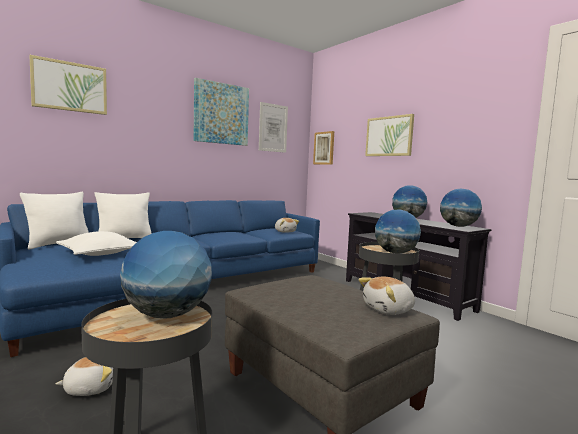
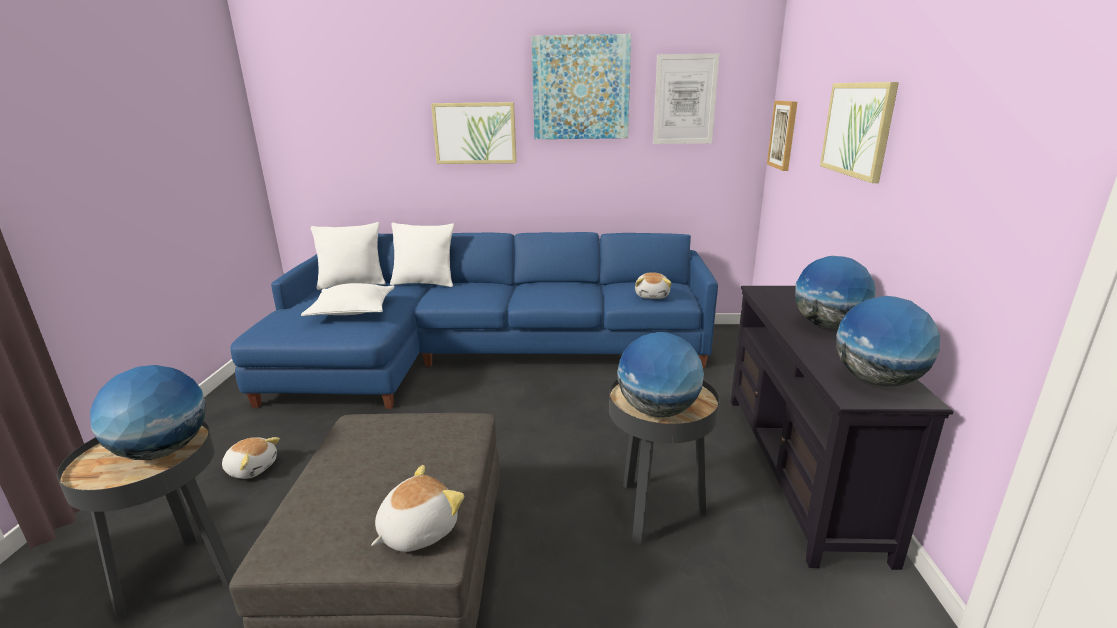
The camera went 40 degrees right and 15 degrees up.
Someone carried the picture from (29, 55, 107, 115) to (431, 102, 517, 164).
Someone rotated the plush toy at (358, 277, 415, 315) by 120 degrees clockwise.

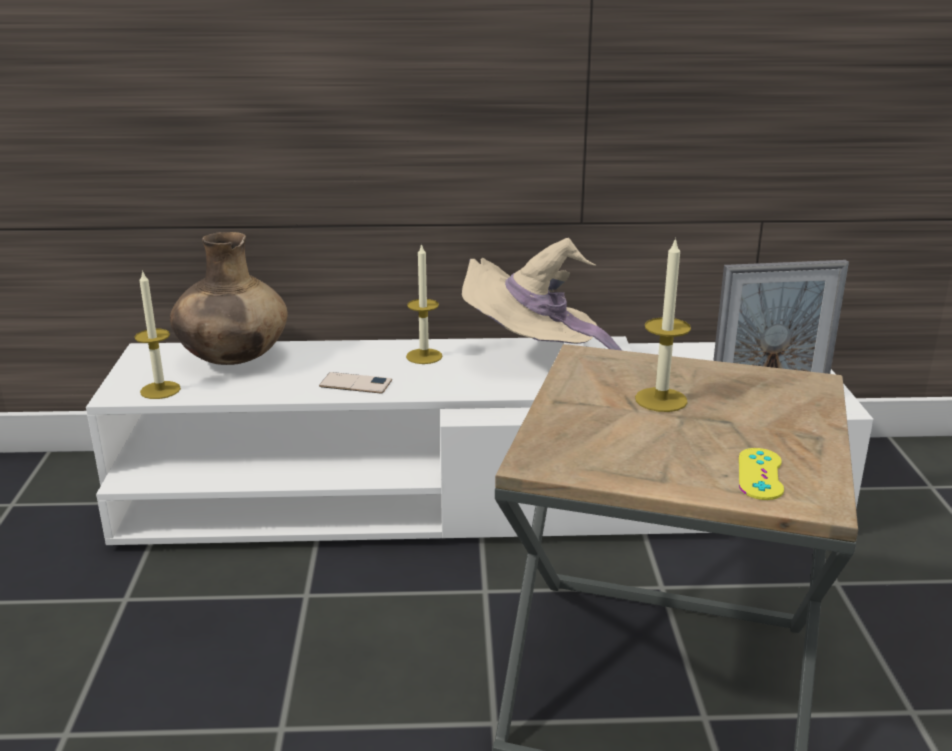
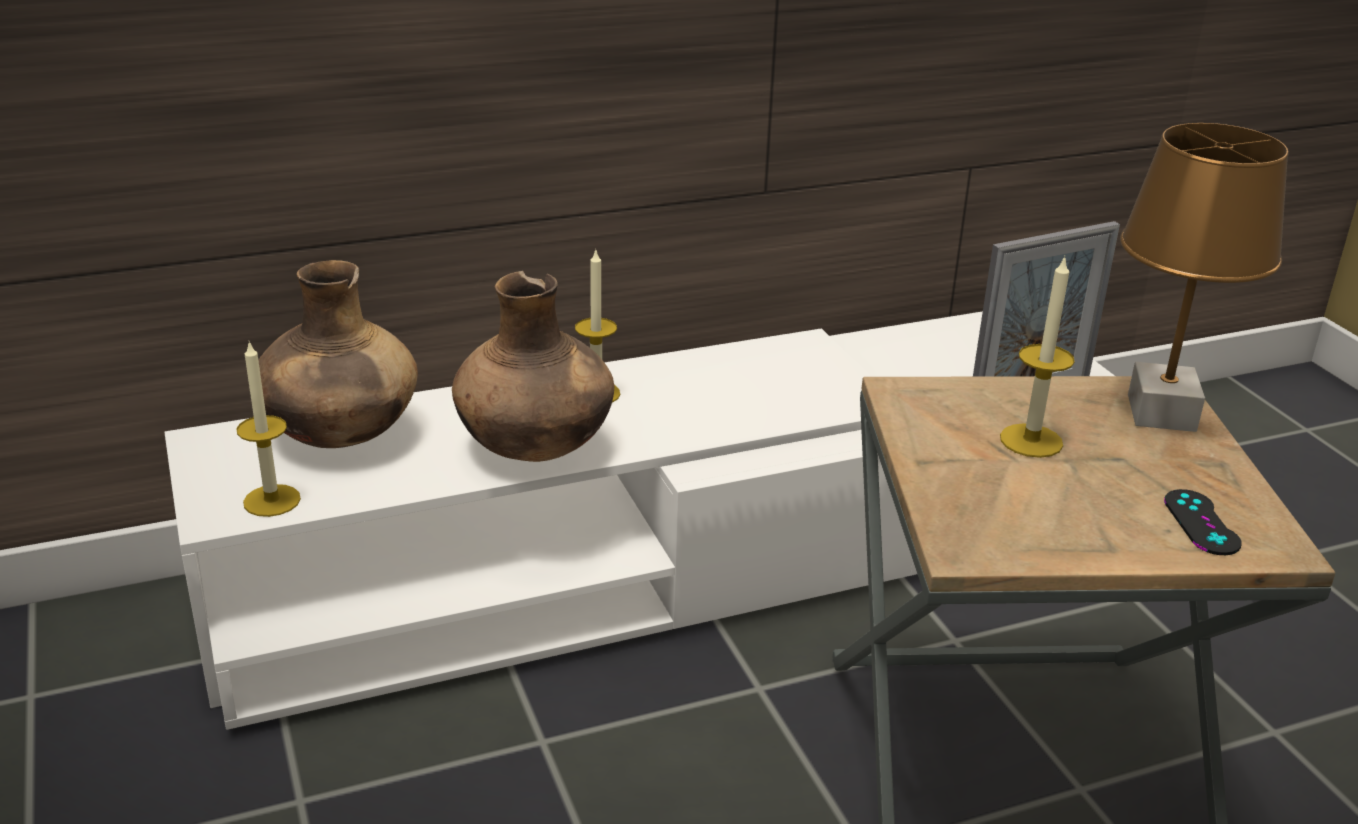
The camera went 20 degrees left and 5 degrees up.
Someone took away the beige hat at (462, 238, 622, 351).
Someone put down the brown table lamp at (1120, 123, 1289, 432).
Someone swapped the phone at (319, 372, 392, 394) for the brown vase at (452, 271, 614, 462).
Someone repainted the yellow game controller at (739, 448, 784, 500), which became the black game controller at (1164, 489, 1242, 555).

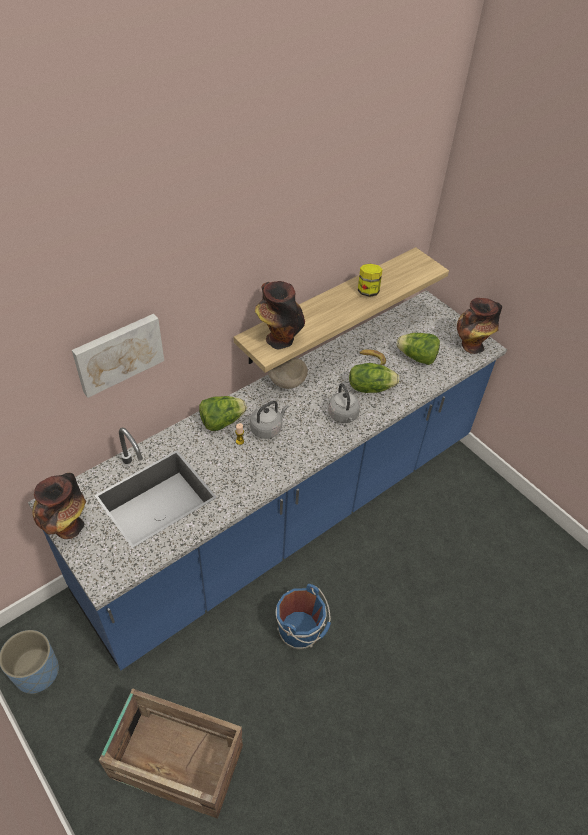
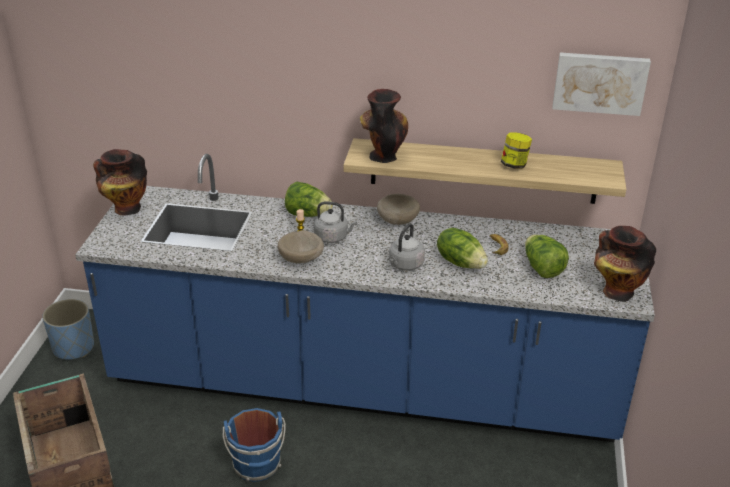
The camera went 50 degrees right and 15 degrees down.
Someone put down the beige bowl at (278, 230, 324, 263).
Someone carried the picture from (72, 314, 164, 398) to (552, 52, 651, 116).

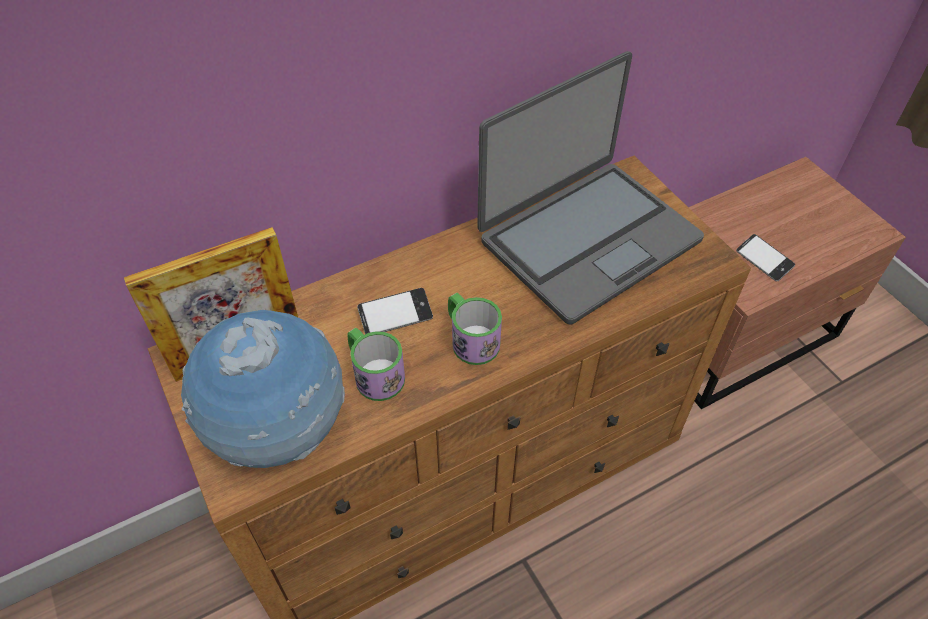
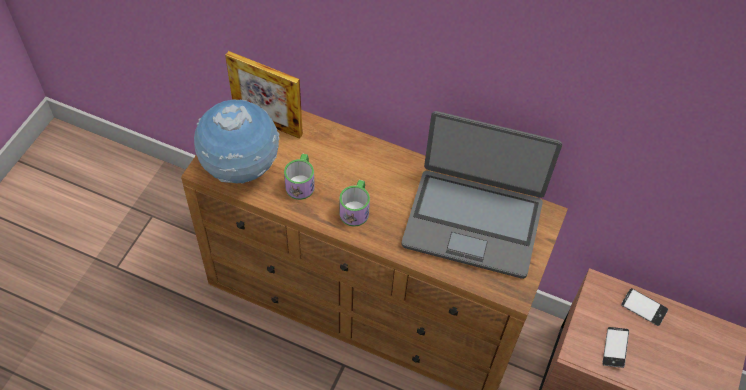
The camera went 50 degrees right and 5 degrees up.
Someone carried the phone from (357, 288, 433, 334) to (621, 288, 668, 326).

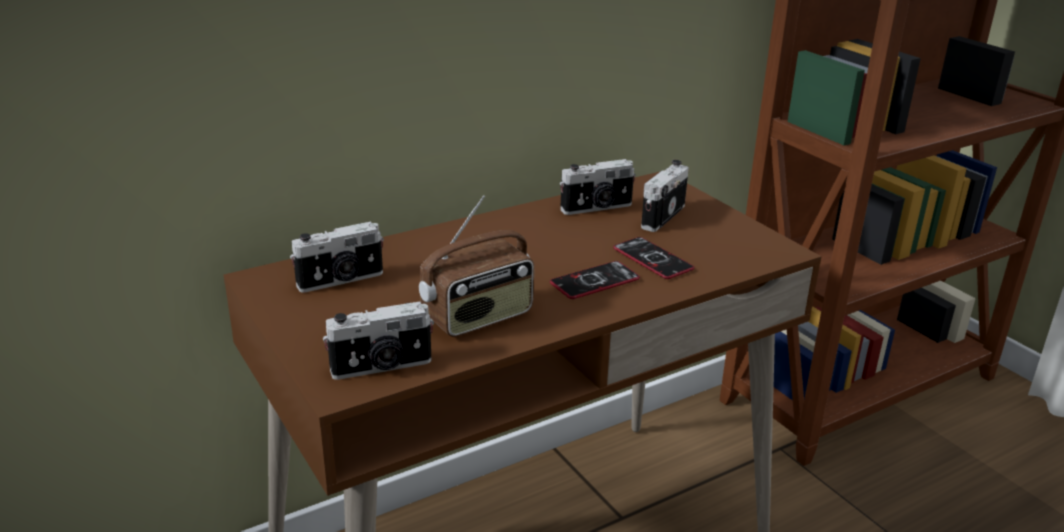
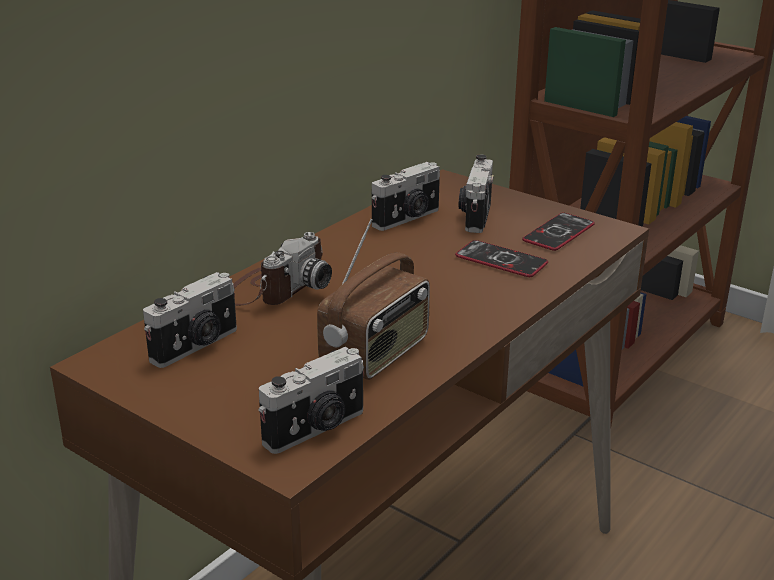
The camera went 20 degrees left and 0 degrees up.
Someone put down the photo camera at (233, 232, 332, 305).
Someone carried the phone from (550, 261, 640, 299) to (522, 213, 595, 251).

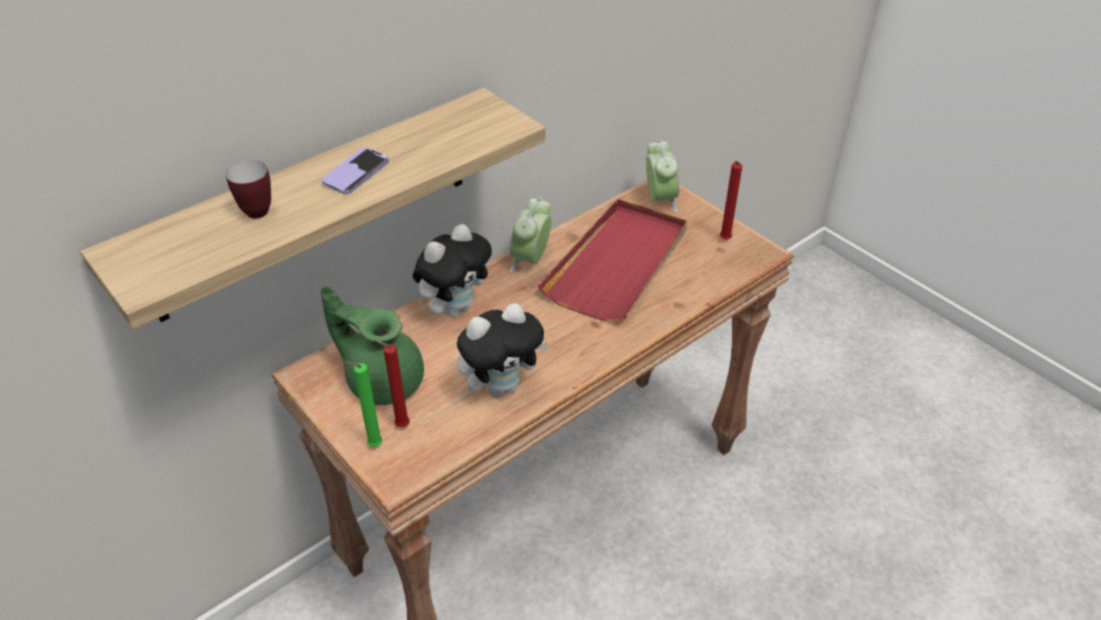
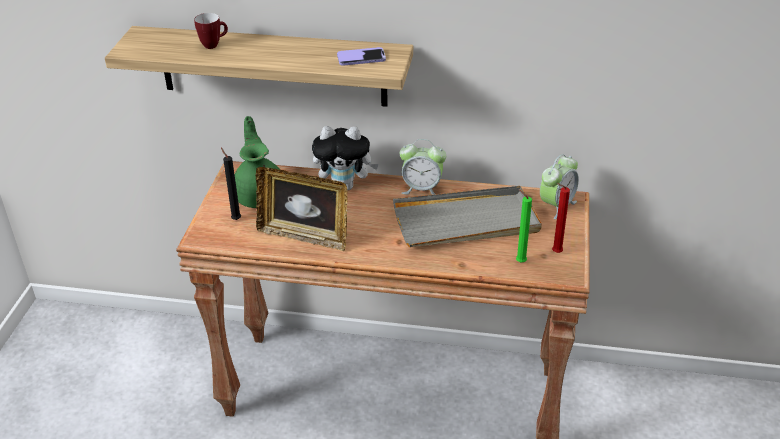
The camera went 50 degrees right and 5 degrees down.
Someone carried the phone from (322, 147, 389, 194) to (337, 47, 386, 66).
Someone carried the green candle from (344, 362, 383, 447) to (516, 189, 532, 263).
Someone swapped the plush toy at (457, 303, 548, 398) for the picture frame at (255, 167, 348, 251).
Someone repainted the red candle at (374, 340, 410, 428), which became the black candle at (221, 148, 241, 220).
Someone repainted the red tray at (538, 199, 687, 322), which became the grey tray at (393, 186, 542, 247).
Someone rotated the alarm clock at (509, 197, 551, 273) by 150 degrees counterclockwise.

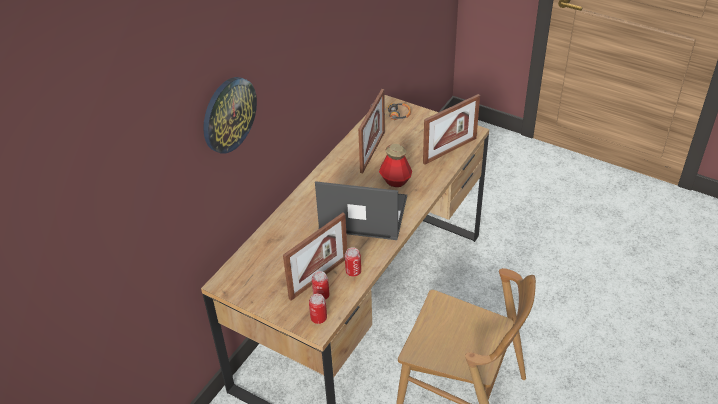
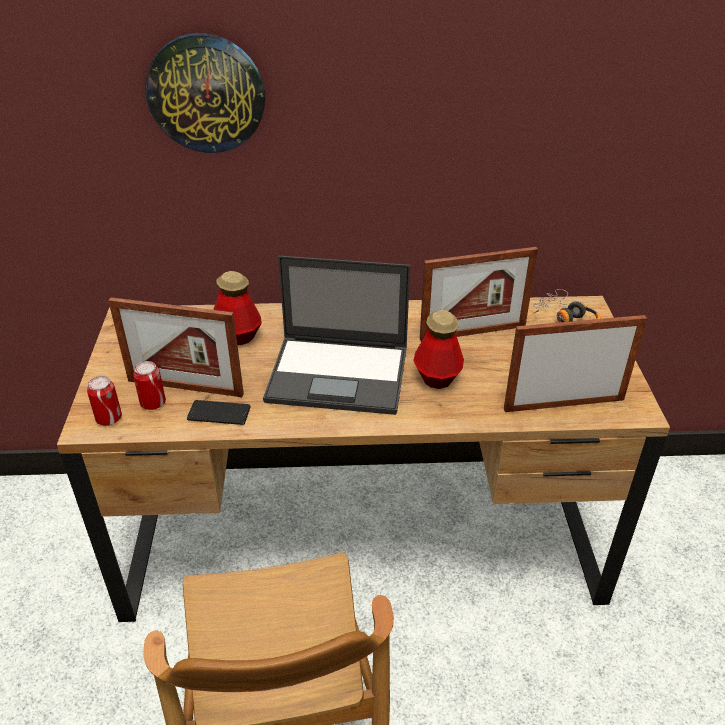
The camera went 55 degrees right and 5 degrees down.
Someone put down the bottle at (213, 271, 262, 345).
Someone swapped the can at (345, 247, 361, 277) for the phone at (187, 400, 250, 425).
Someone rotated the laptop at (315, 181, 407, 240) by 120 degrees clockwise.
Someone rotated the picture frame at (423, 94, 480, 165) by 150 degrees clockwise.

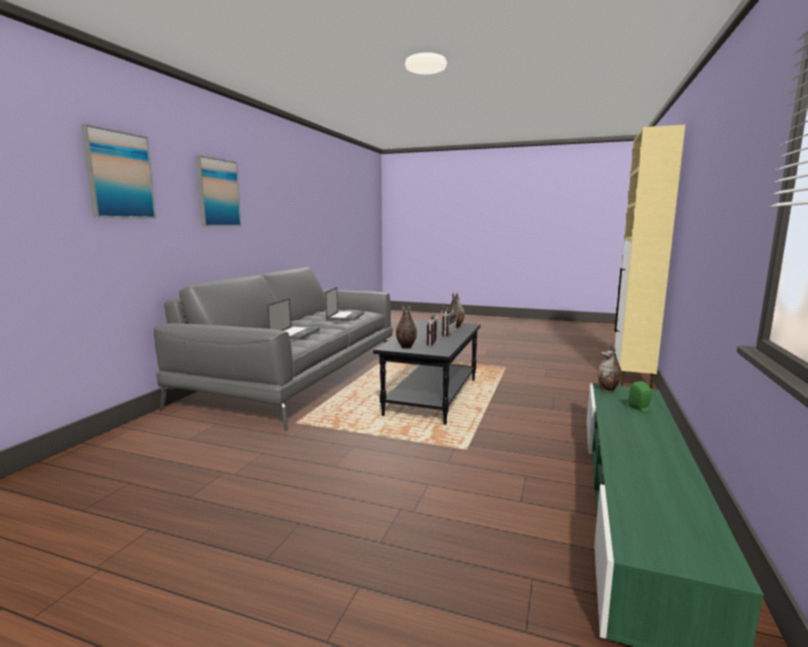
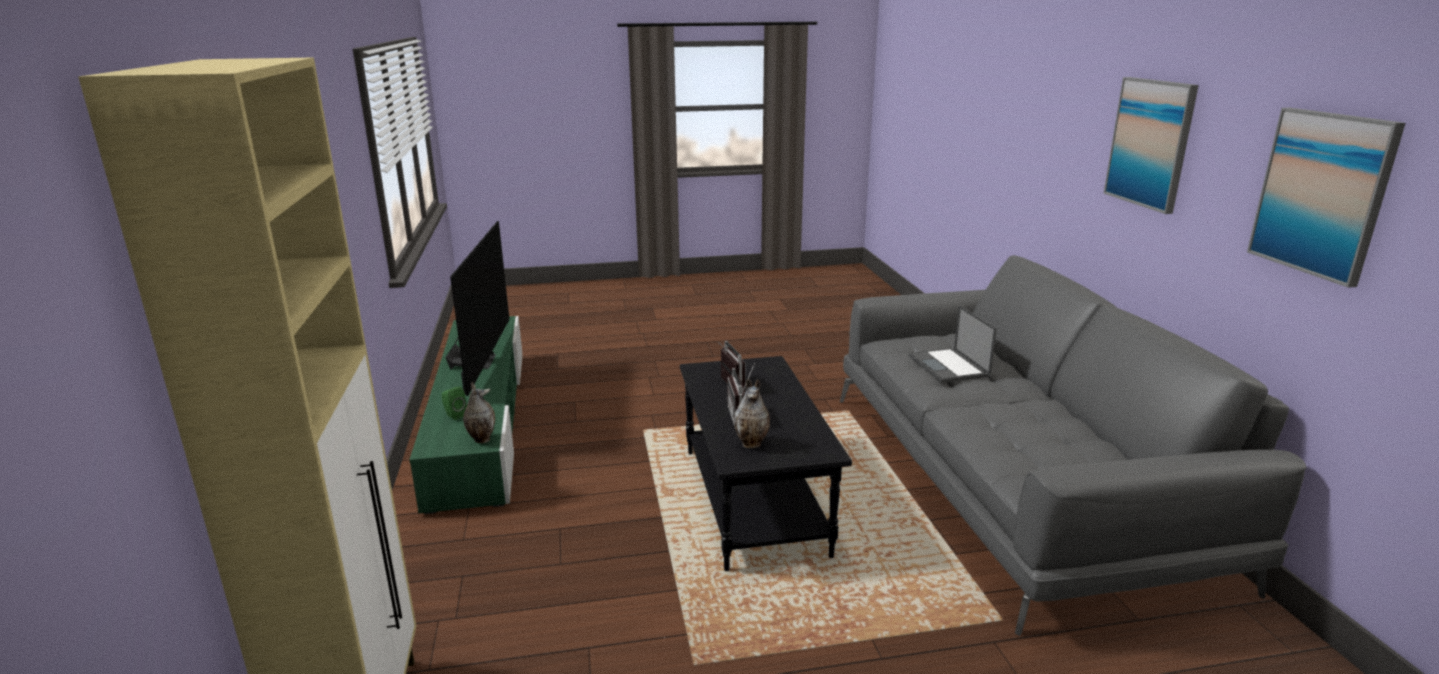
The camera went 150 degrees right and 10 degrees up.
Someone took away the laptop at (325, 287, 364, 321).
Someone took away the vase at (396, 306, 417, 349).
Someone put down the television at (445, 221, 509, 396).
Someone carried the picture from (81, 124, 156, 219) to (1247, 108, 1406, 288).

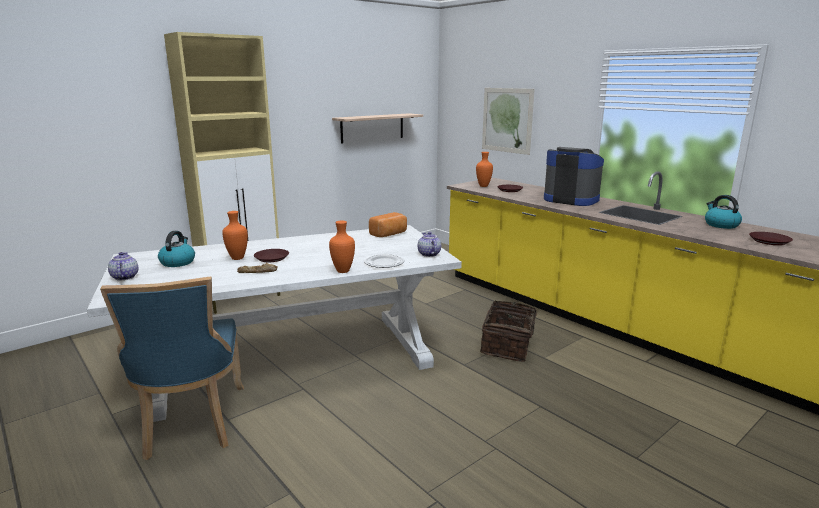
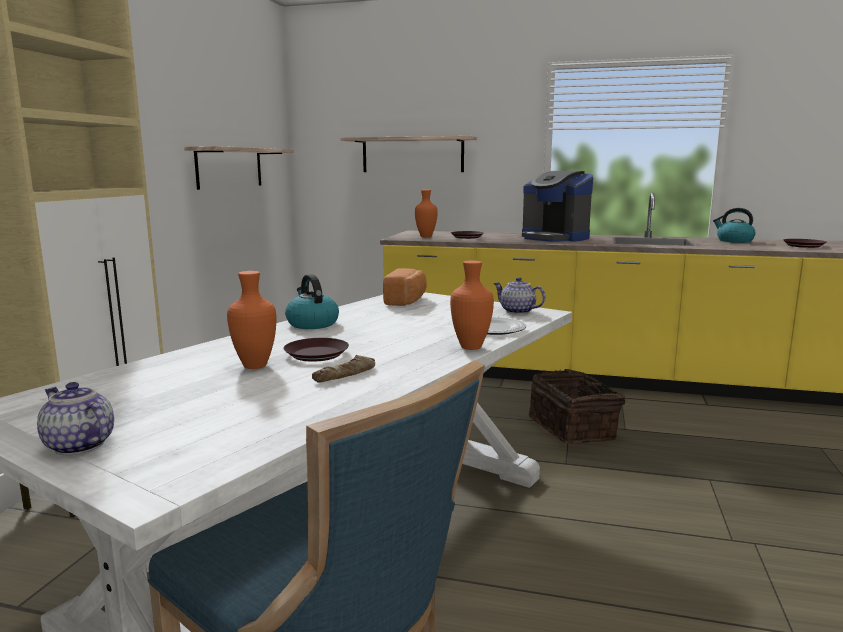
The camera went 35 degrees left and 5 degrees down.
Someone carried the kettle from (158, 231, 195, 267) to (285, 274, 339, 329).
Someone swapped the picture at (482, 88, 535, 155) for the shelf at (340, 136, 477, 172).
Someone rotated the coffee machine at (544, 147, 604, 206) by 135 degrees counterclockwise.

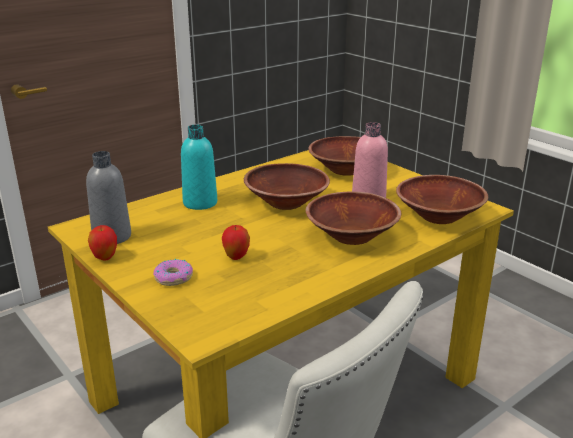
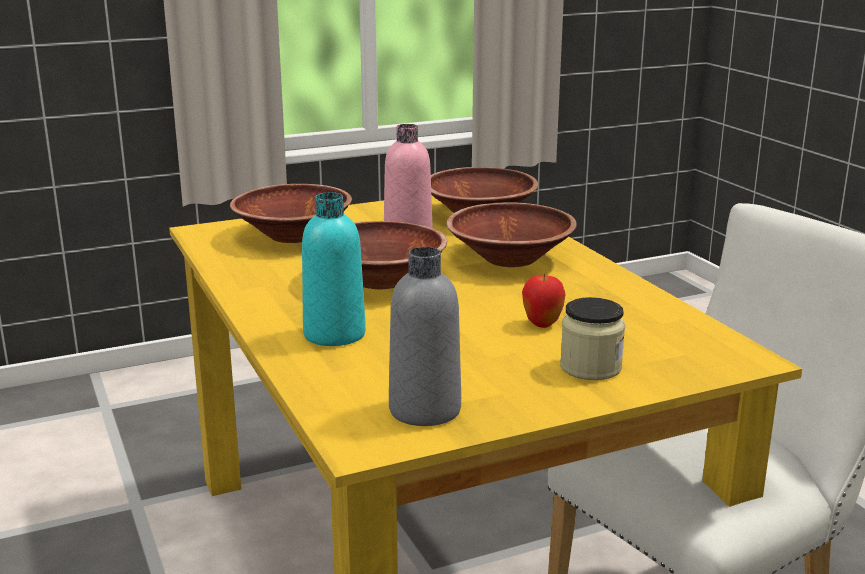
The camera went 75 degrees left and 5 degrees down.
Someone took away the apple at (88, 225, 117, 260).
Someone swapped the donut at (153, 259, 193, 286) for the jar at (560, 297, 625, 380).

